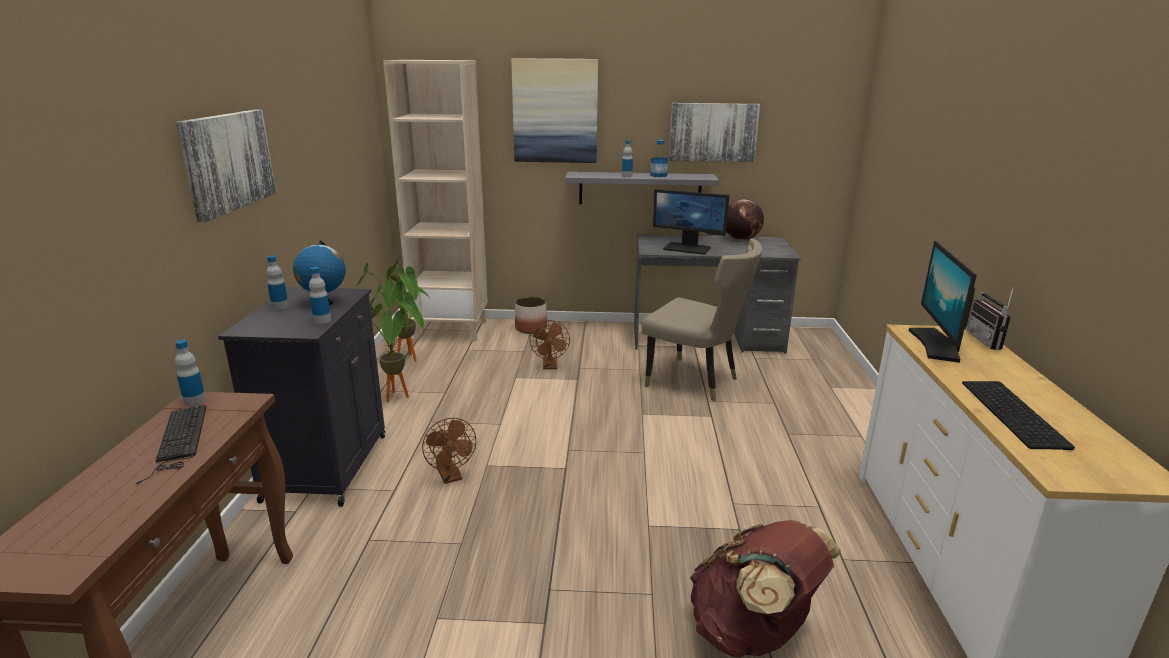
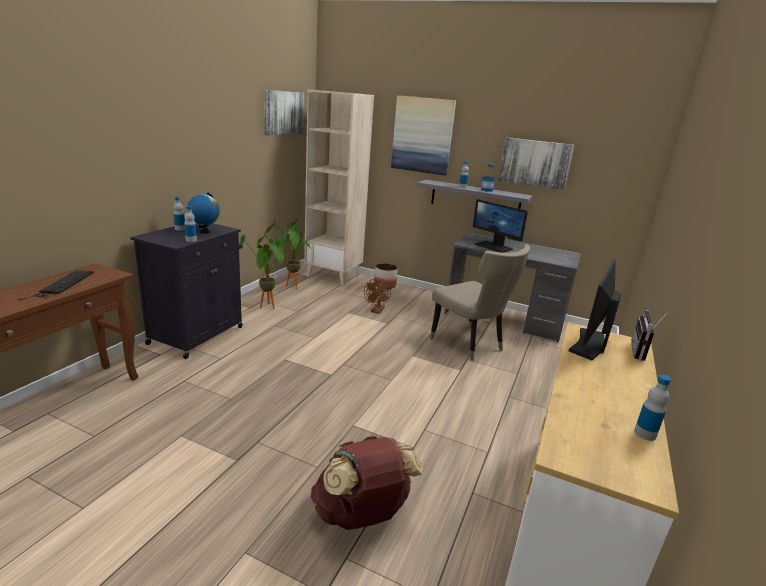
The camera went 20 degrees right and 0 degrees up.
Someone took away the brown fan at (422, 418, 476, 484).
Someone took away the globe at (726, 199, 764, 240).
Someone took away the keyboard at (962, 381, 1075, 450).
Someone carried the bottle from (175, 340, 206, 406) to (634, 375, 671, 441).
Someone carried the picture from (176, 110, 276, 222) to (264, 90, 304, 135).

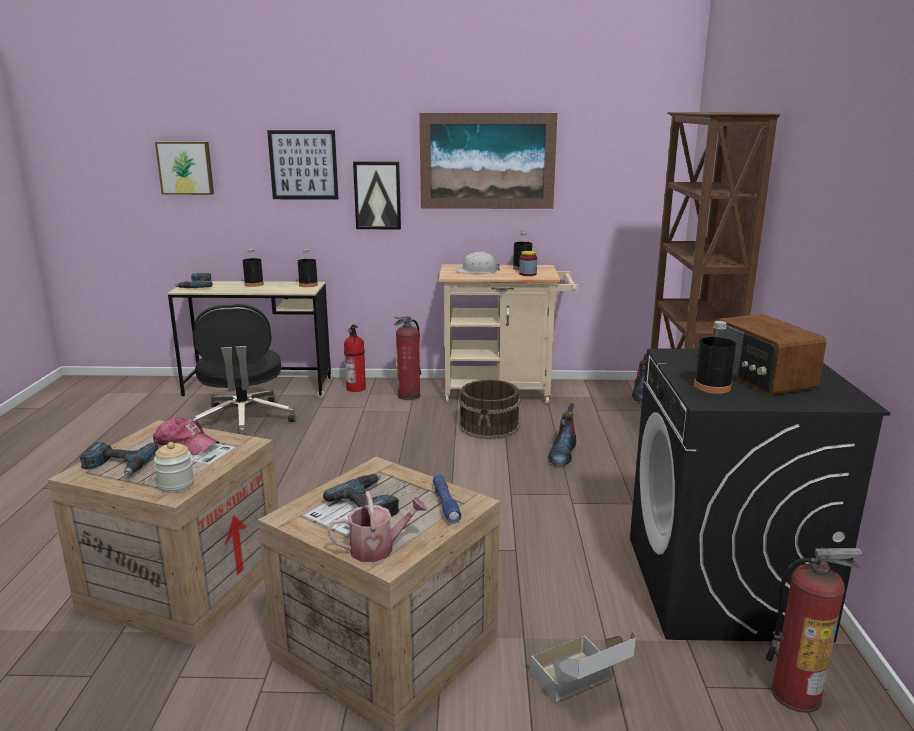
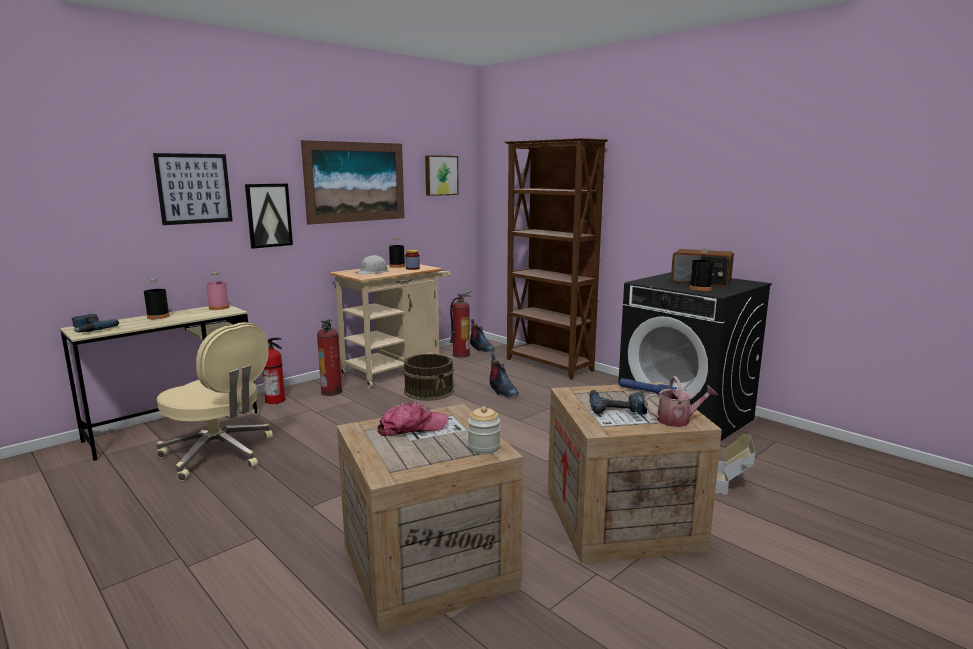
The camera went 45 degrees left and 5 degrees down.
Someone took away the power drill at (79, 442, 158, 475).
Someone carried the picture from (155, 142, 214, 195) to (425, 155, 459, 196).
Someone carried the fire extinguisher from (766, 547, 863, 713) to (450, 291, 472, 358).
Someone repainted the black office chair at (190, 304, 296, 435), which became the beige office chair at (156, 322, 273, 481).
Someone repainted the black bottle at (298, 249, 318, 287), which became the pink bottle at (206, 272, 229, 310).
Someone rotated the watering can at (327, 491, 427, 562) by 60 degrees clockwise.

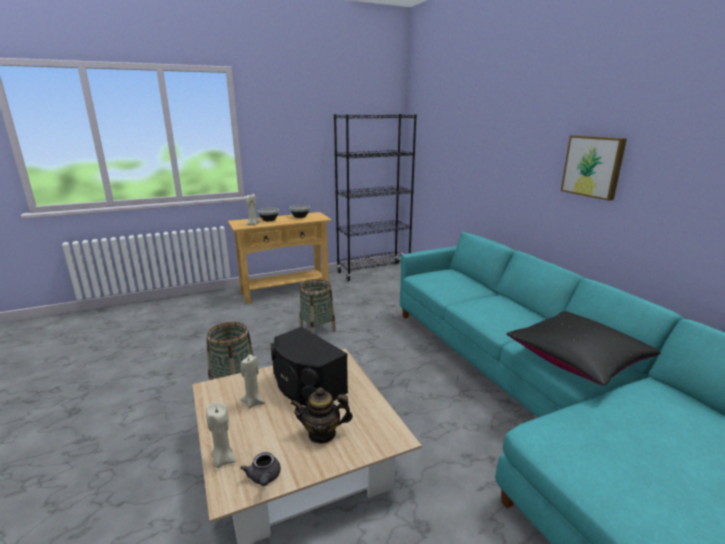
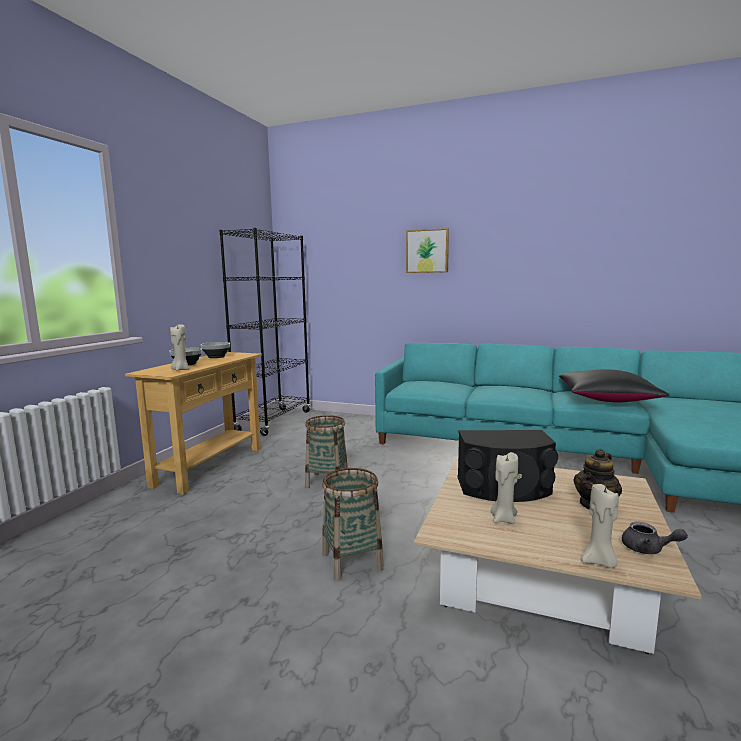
The camera went 45 degrees left and 10 degrees down.
Someone carried the picture from (561, 135, 627, 201) to (406, 228, 449, 273).

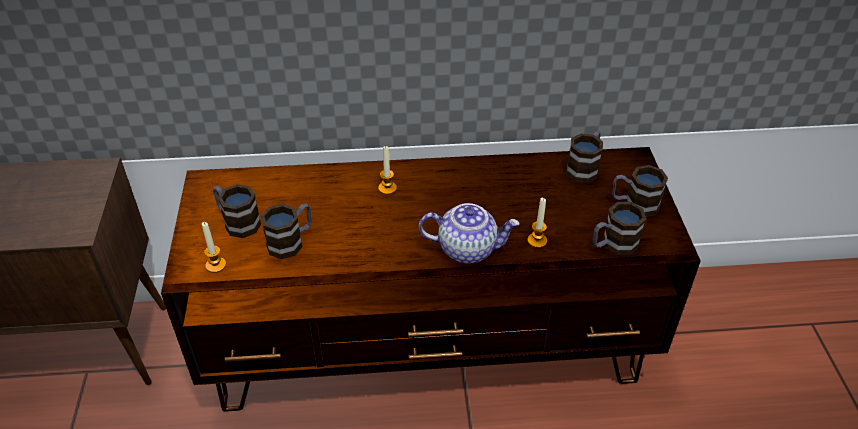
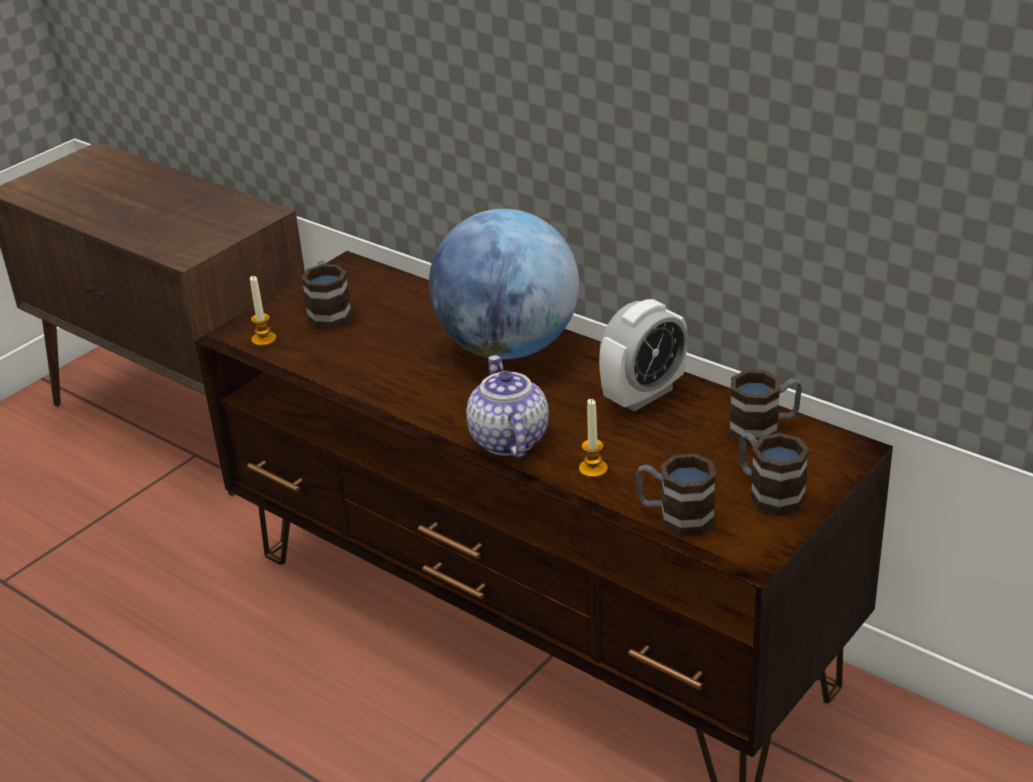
The camera went 45 degrees right and 10 degrees down.
Someone took away the mug at (261, 204, 311, 259).
Someone put down the alarm clock at (599, 299, 688, 412).
Someone swapped the candle at (378, 146, 397, 195) for the globe at (429, 209, 579, 360).
Someone rotated the teapot at (419, 203, 519, 264) by 150 degrees counterclockwise.

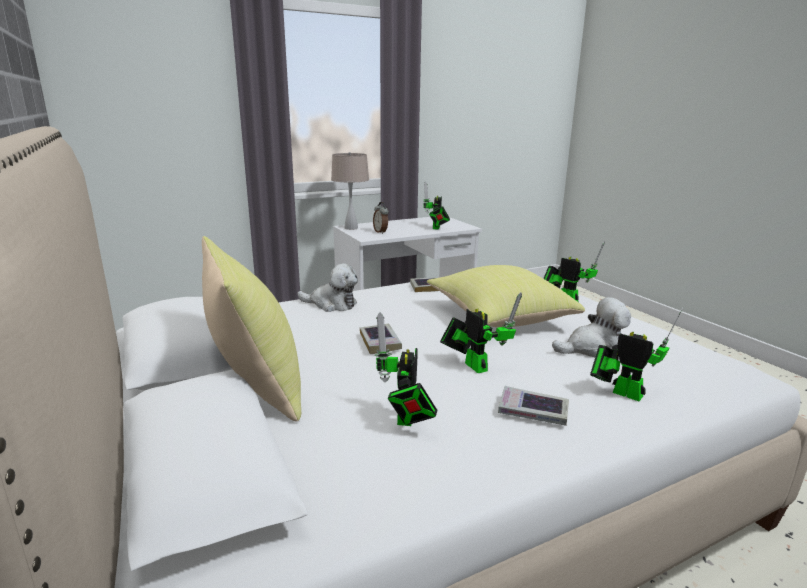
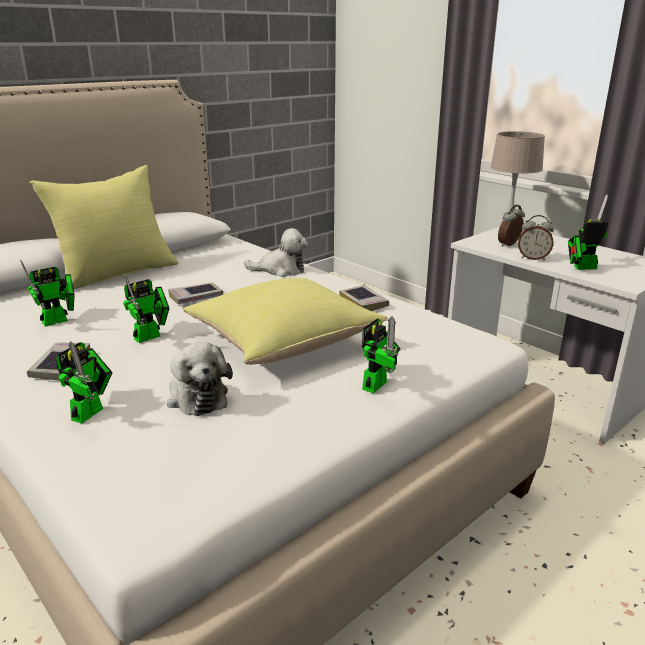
The camera went 75 degrees right and 5 degrees up.
Someone put down the alarm clock at (518, 215, 554, 260).
Someone rotated the plush toy at (298, 263, 358, 312) by 90 degrees counterclockwise.
Someone rotated the toy robot at (374, 312, 438, 426) by 150 degrees clockwise.

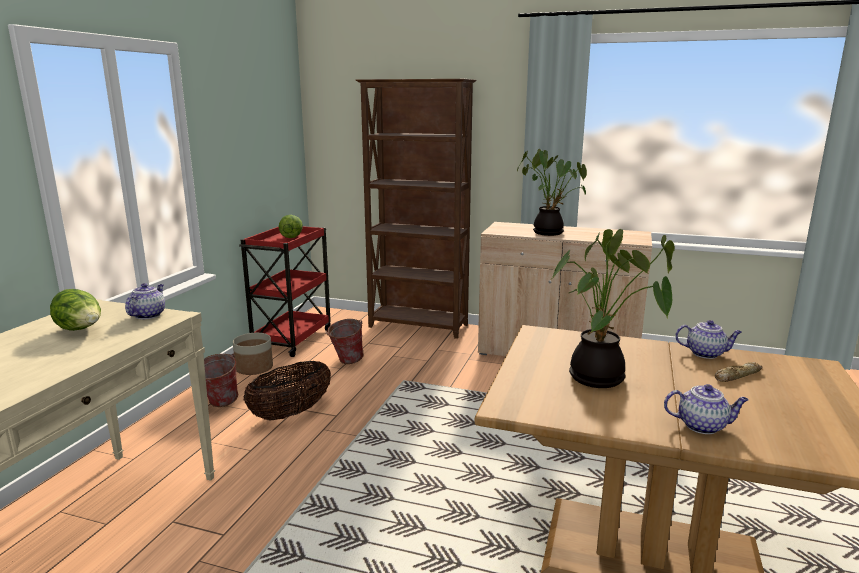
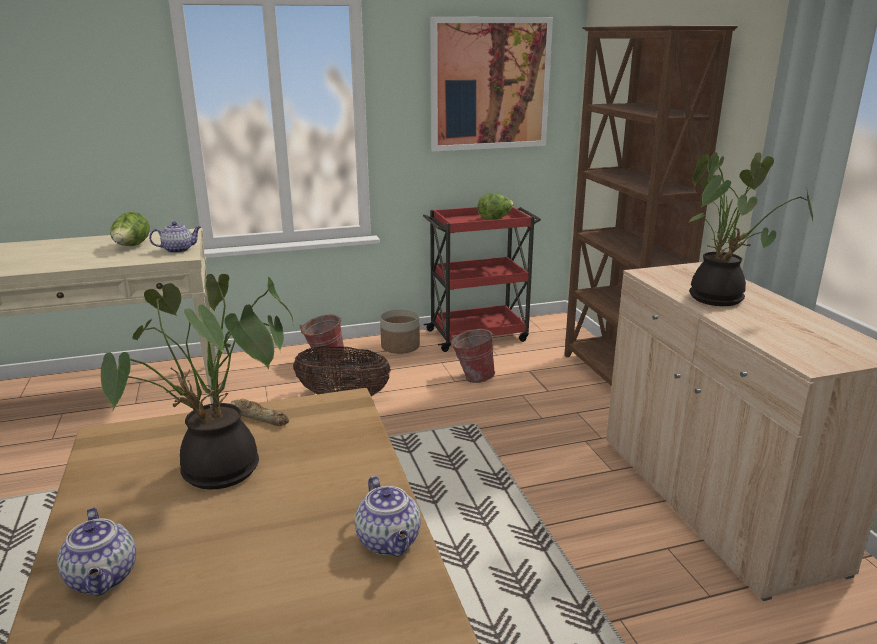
The camera went 55 degrees right and 5 degrees up.
Someone put up the picture at (430, 17, 553, 151).
Someone carried the bread from (715, 362, 762, 382) to (231, 399, 289, 426).

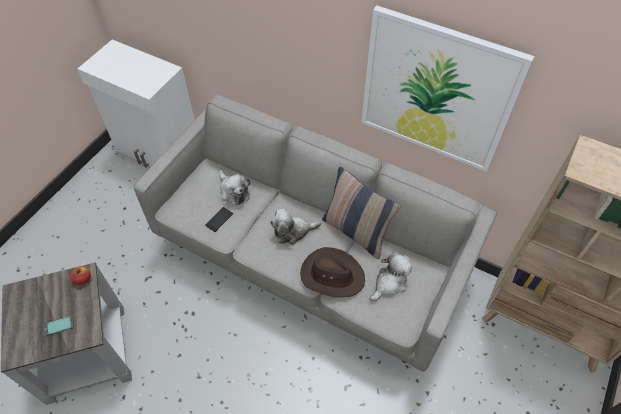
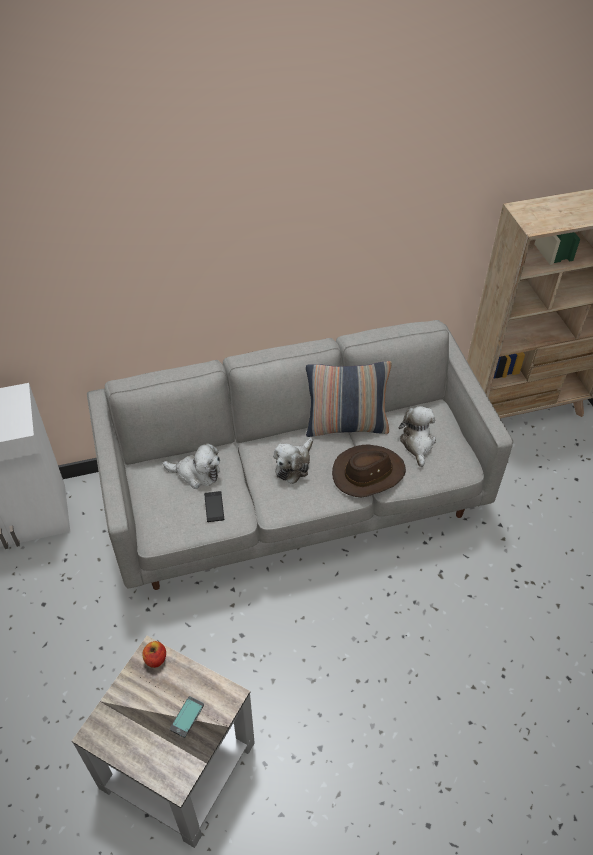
The camera went 45 degrees left and 5 degrees down.
Someone took away the picture at (361, 6, 534, 172).

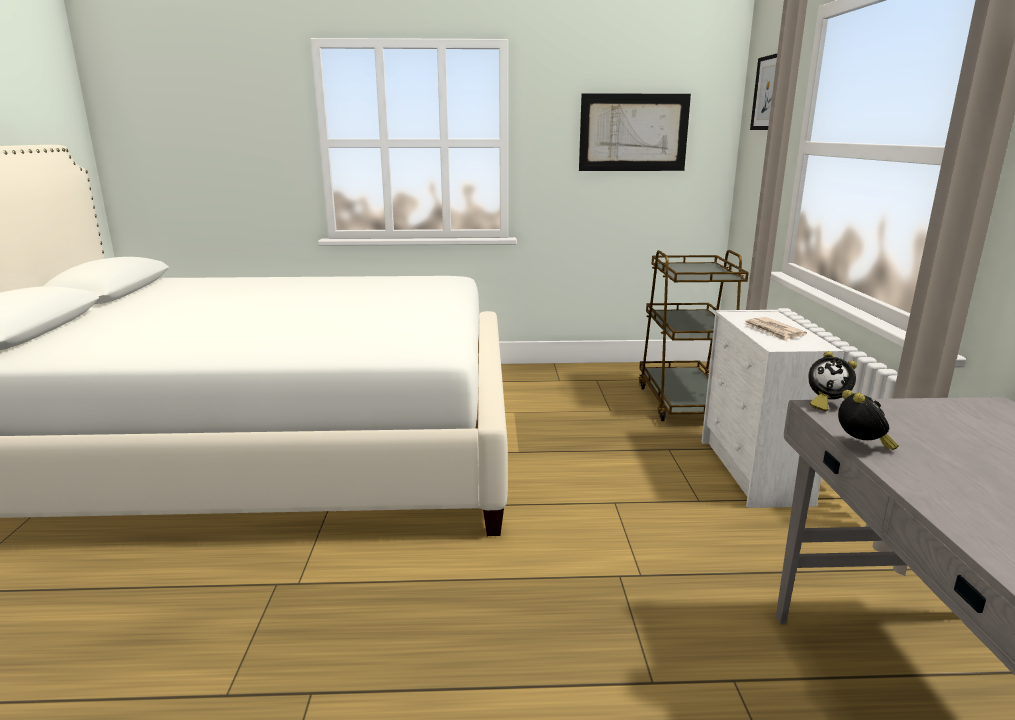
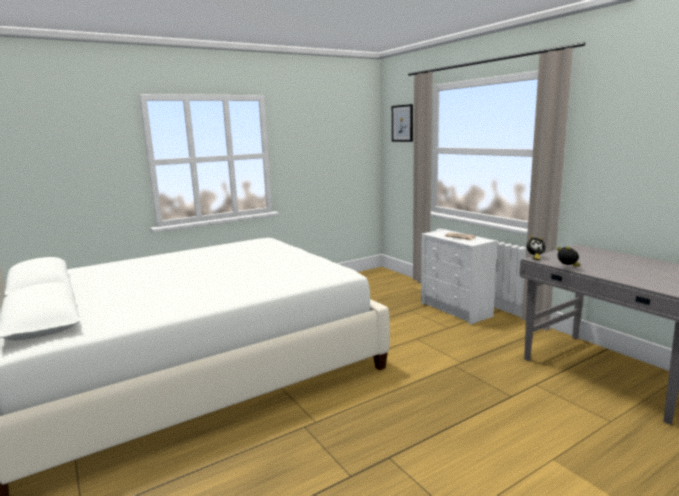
The camera went 30 degrees left and 5 degrees down.
Someone took away the picture at (579, 94, 691, 171).
Someone took away the brown cart at (639, 250, 749, 421).

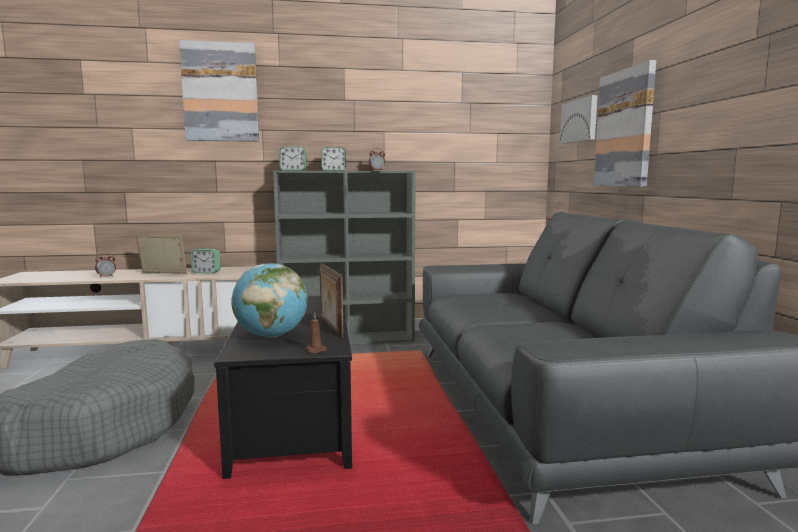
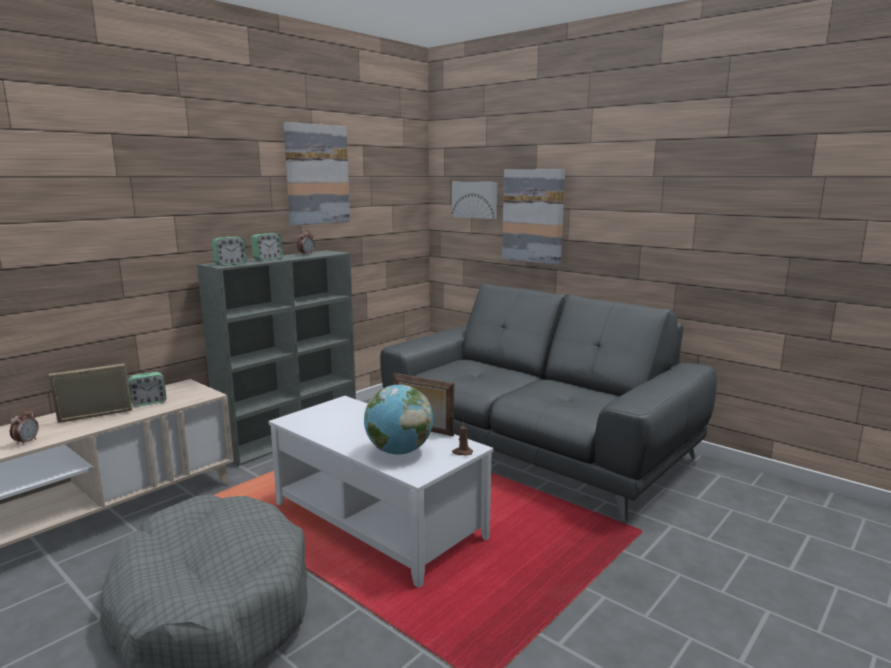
The camera went 40 degrees left and 5 degrees up.
Someone carried the picture from (179, 40, 259, 142) to (284, 122, 350, 226).
Someone repainted the black coffee table at (214, 296, 352, 479), which became the white coffee table at (268, 396, 493, 588).

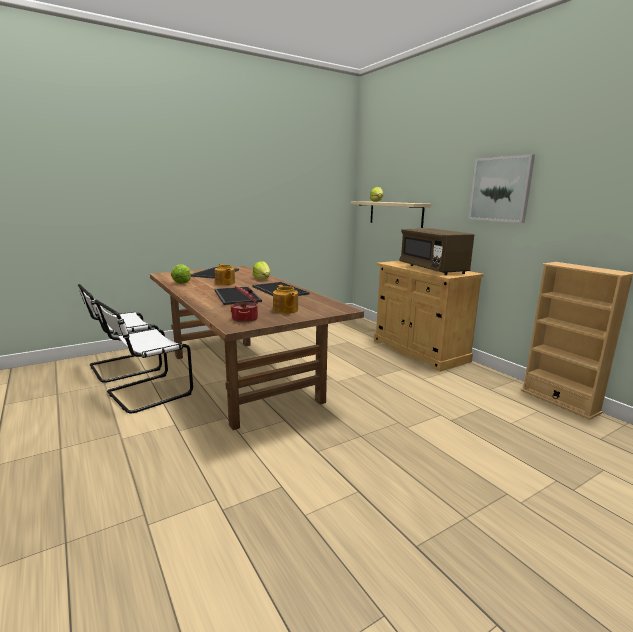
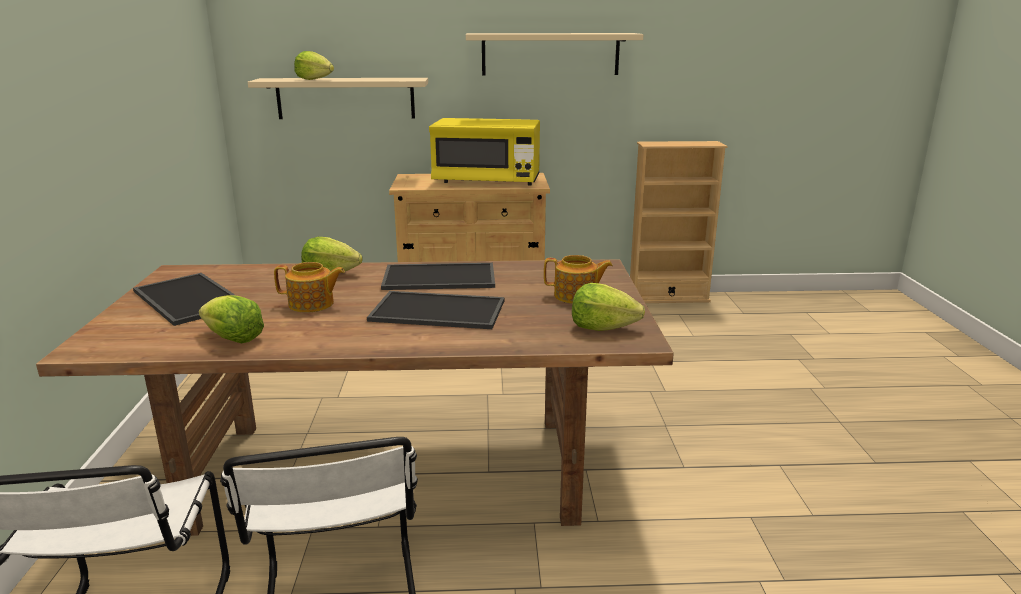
The camera went 60 degrees left and 5 degrees up.
Someone swapped the cooking pot at (230, 286, 258, 322) for the lettuce at (572, 283, 645, 331).
Someone swapped the picture at (469, 154, 535, 223) for the beige shelf at (466, 33, 643, 76).
Someone repainted the brown microwave at (399, 228, 474, 275), which became the yellow microwave at (429, 118, 540, 186).

